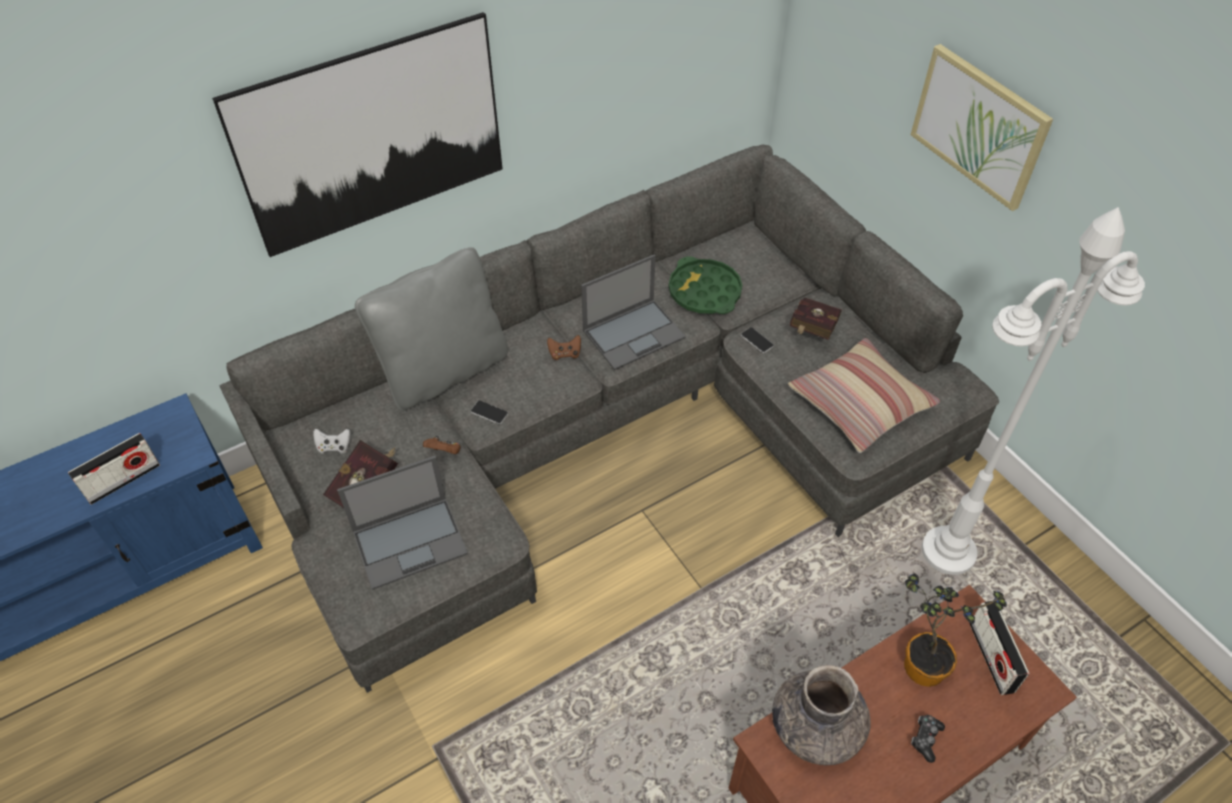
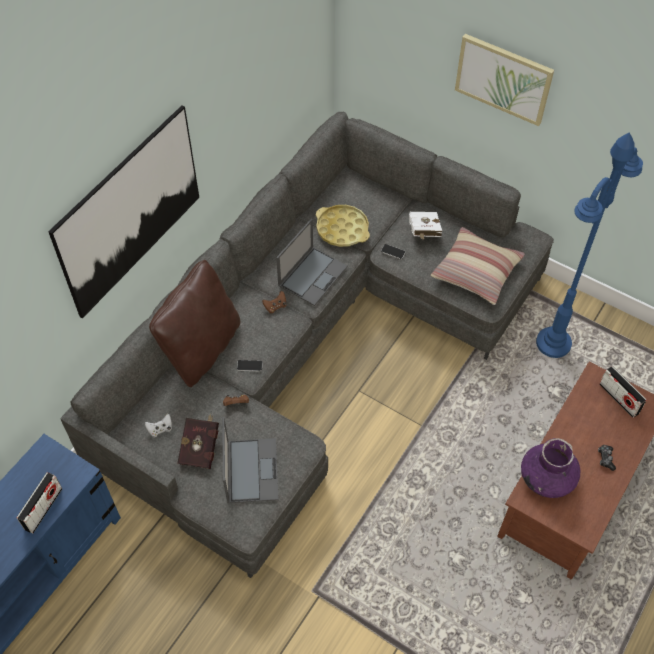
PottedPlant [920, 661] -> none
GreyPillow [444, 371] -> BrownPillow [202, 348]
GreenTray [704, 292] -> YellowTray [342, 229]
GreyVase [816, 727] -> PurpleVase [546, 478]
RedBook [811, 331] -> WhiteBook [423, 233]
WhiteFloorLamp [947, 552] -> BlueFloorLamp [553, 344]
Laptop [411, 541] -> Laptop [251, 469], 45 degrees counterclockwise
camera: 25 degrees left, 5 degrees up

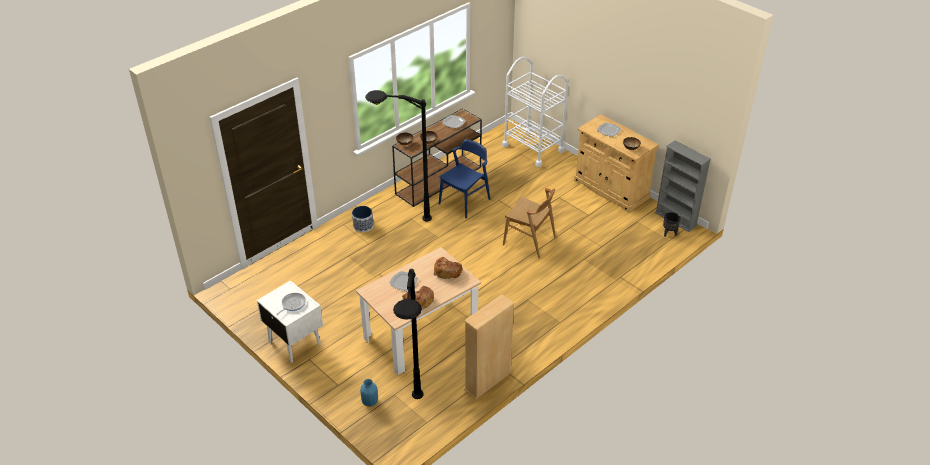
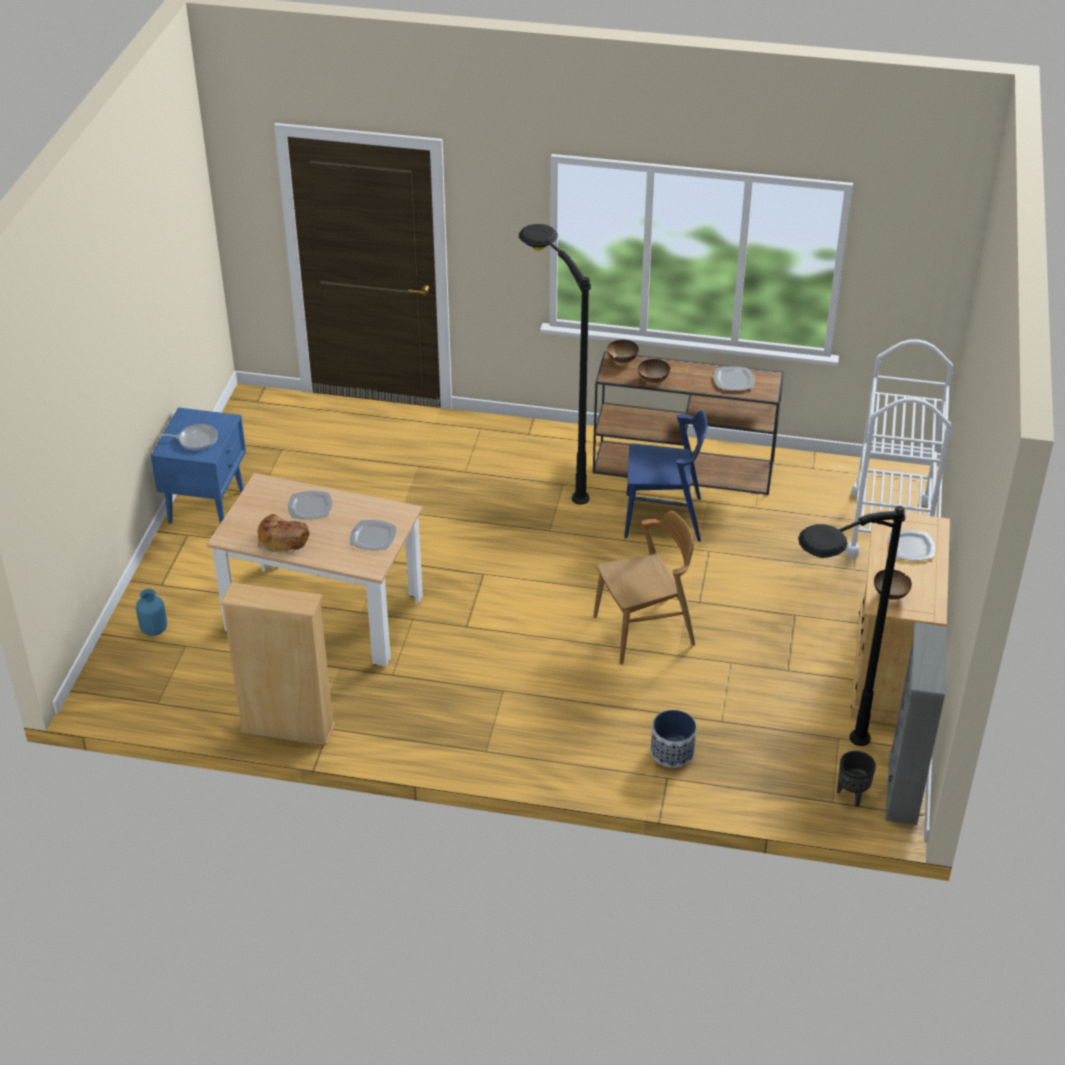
Planter [363, 226] -> Planter [672, 752], shifted
BlackFloorLamp [415, 424] -> BlackFloorLamp [810, 766], shifted
Bread [447, 271] -> Plate [372, 537]
WhiteNightstand [294, 342] -> BlueNightstand [207, 506]
BrownChair [529, 241] -> BrownChair [644, 631], 105 degrees counterclockwise
camera: 55 degrees right, 0 degrees up

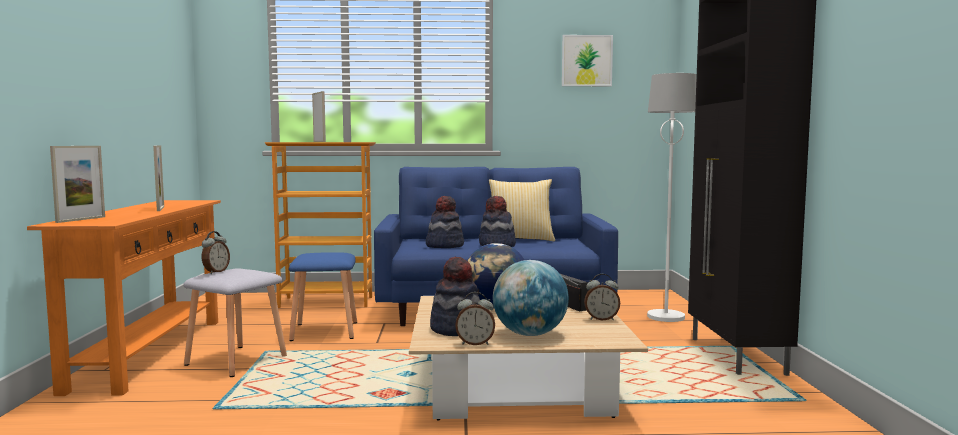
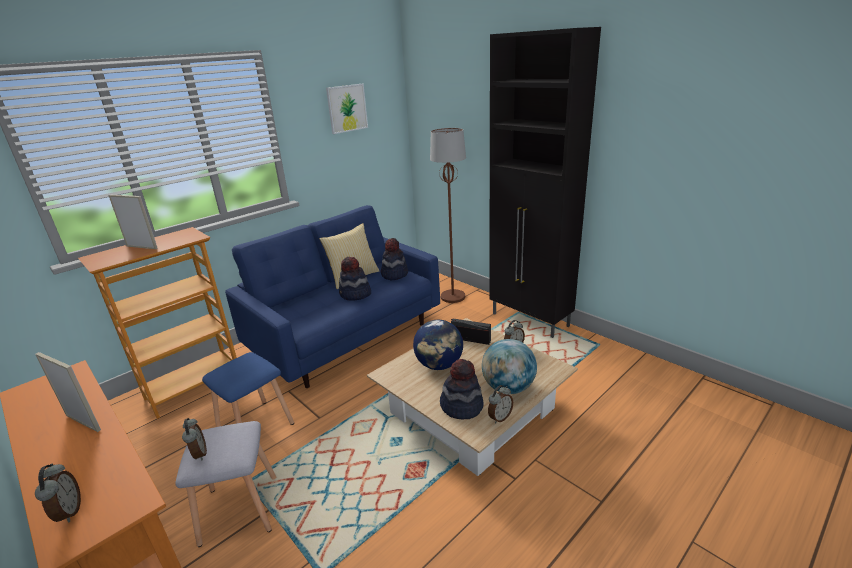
Hat [444, 245] -> Hat [394, 274], shifted
PictureFrame [81, 219] -> AlarmClock [68, 512]
WhiteFloorLamp [665, 317] -> BrownFloorLamp [452, 297]
camera: 40 degrees left, 20 degrees up

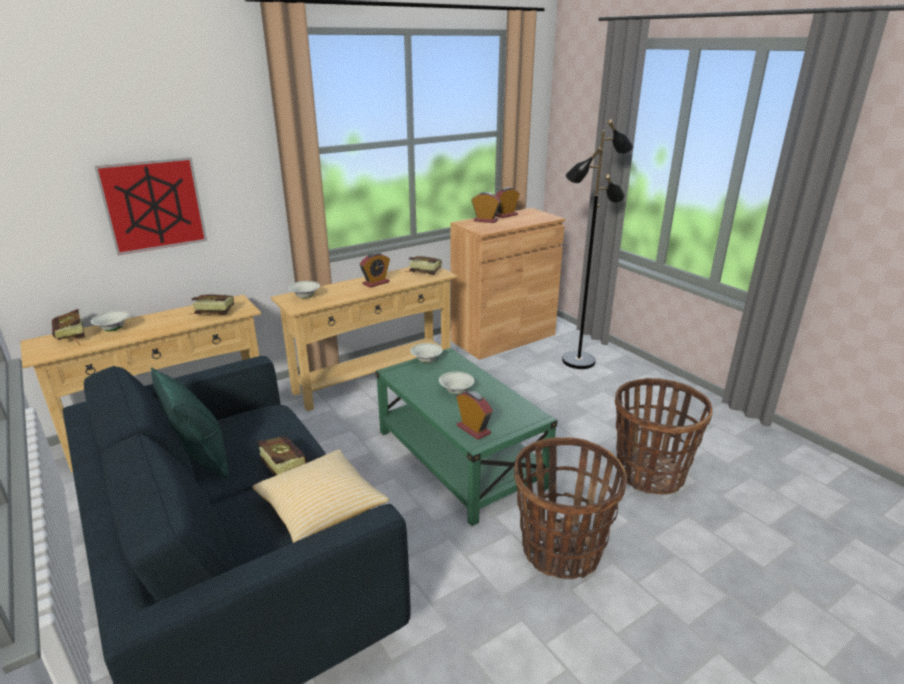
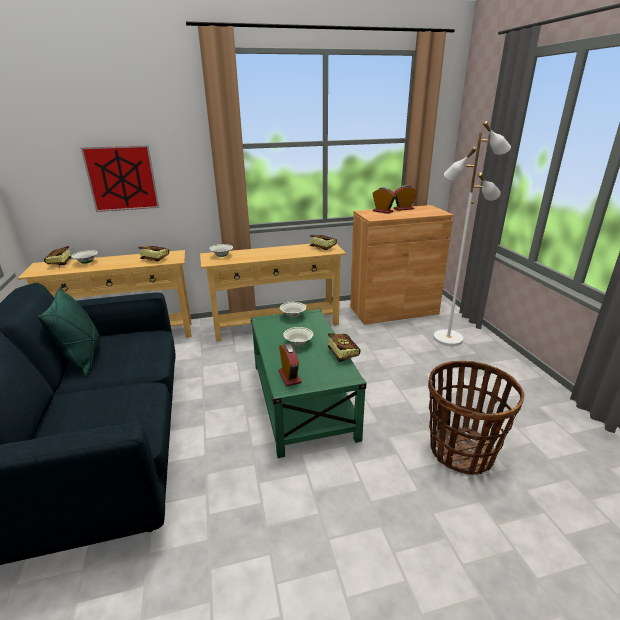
Pillow [322, 509] -> none
AlarmClock [376, 283] -> none
Basket [560, 550] -> none
Book [281, 464] -> Book [341, 353], shifted
BlackFloorLamp [578, 360] -> WhiteFloorLamp [448, 338]
camera: 20 degrees right, 0 degrees up

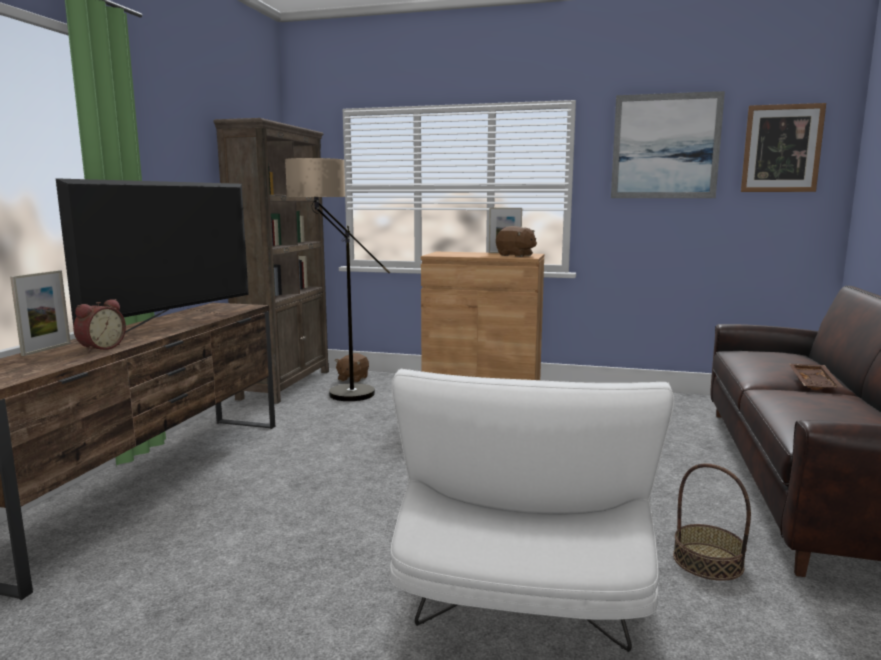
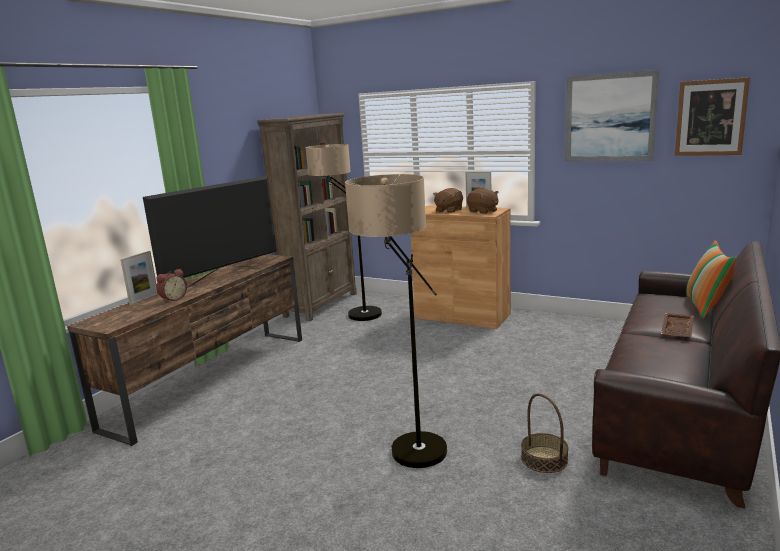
none -> Pillow [706, 307]
BrownPlushToy [352, 379] -> BrownPlushToy [448, 211], shifted
WhiteArmchair [524, 586] -> FloorLamp [410, 464]
camera: 15 degrees right, 5 degrees up

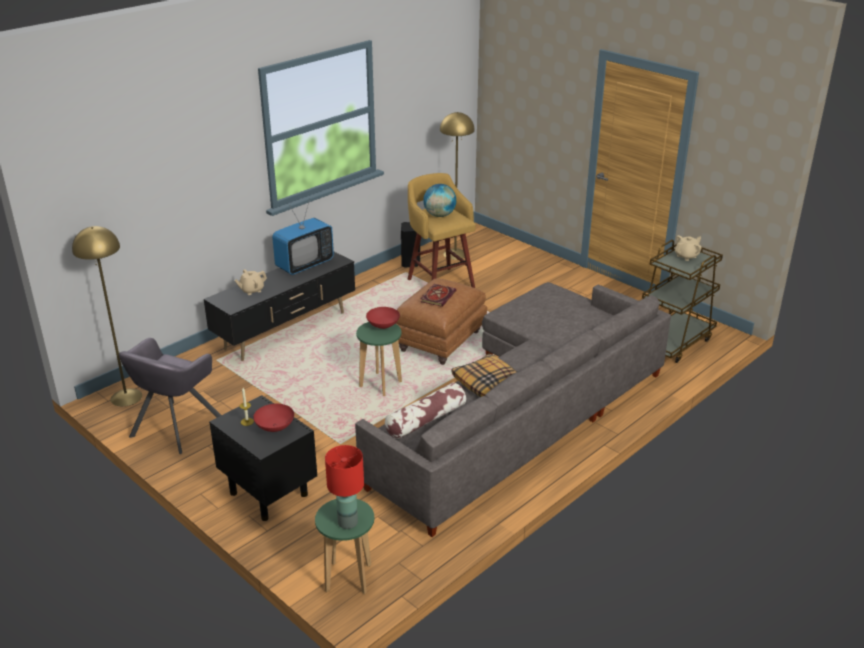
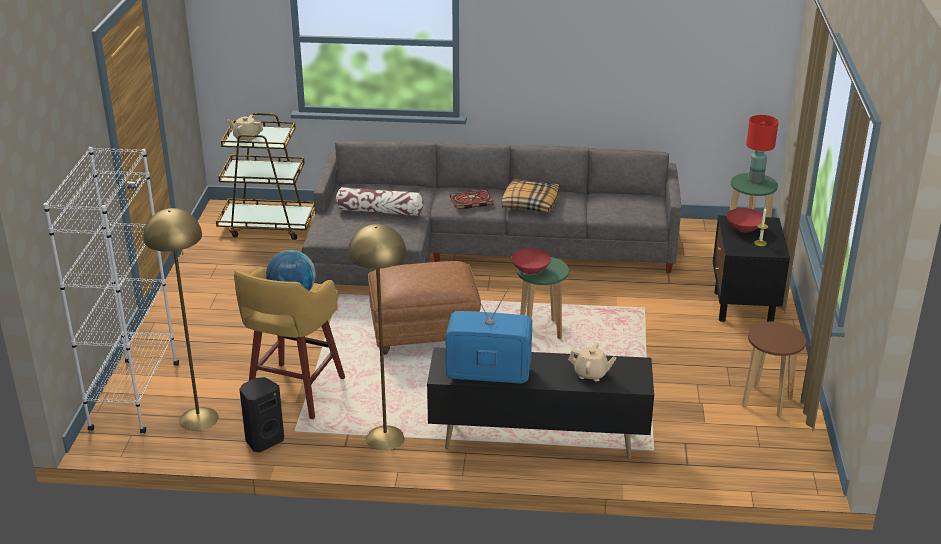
none -> WhiteBookcase [134, 397]
YellowFloorLamp [126, 397] -> YellowFloorLamp [385, 437], shifted
Pillow [426, 420] -> Pillow [380, 211], shifted
Book [437, 296] -> Book [470, 201], shifted
GreyArmchair [175, 426] -> BrownStool [767, 402]
camera: 130 degrees left, 0 degrees up

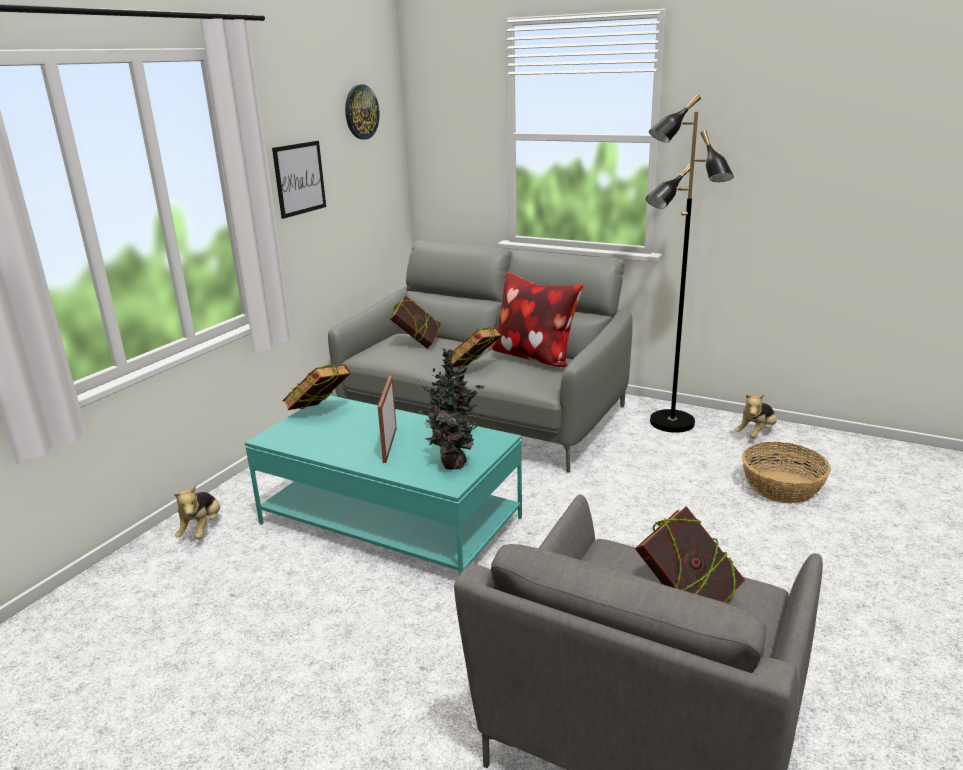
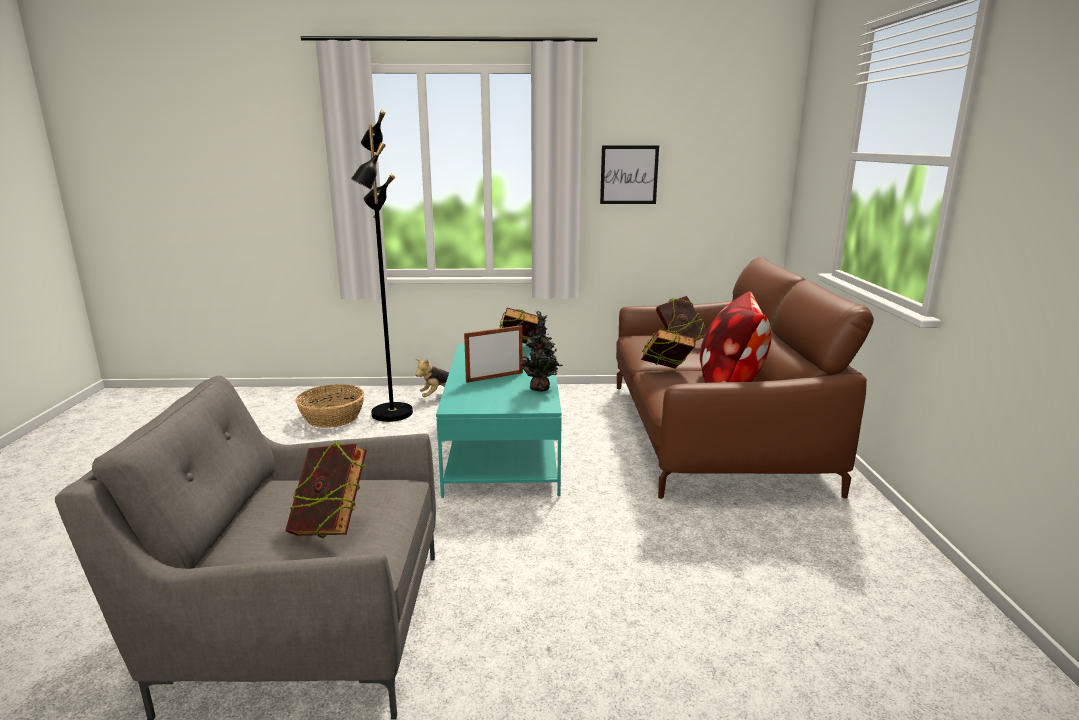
WallClock [361, 112] -> none
PottedPlant [451, 464] -> none
PlushToy [756, 433] -> none
BlackFloorLamp [671, 423] -> BlackFloorLamp [390, 413], shifted
Basket [781, 487] -> Basket [332, 418], shifted
GreySofa [483, 414] -> BrownSofa [711, 434]
camera: 60 degrees right, 5 degrees down

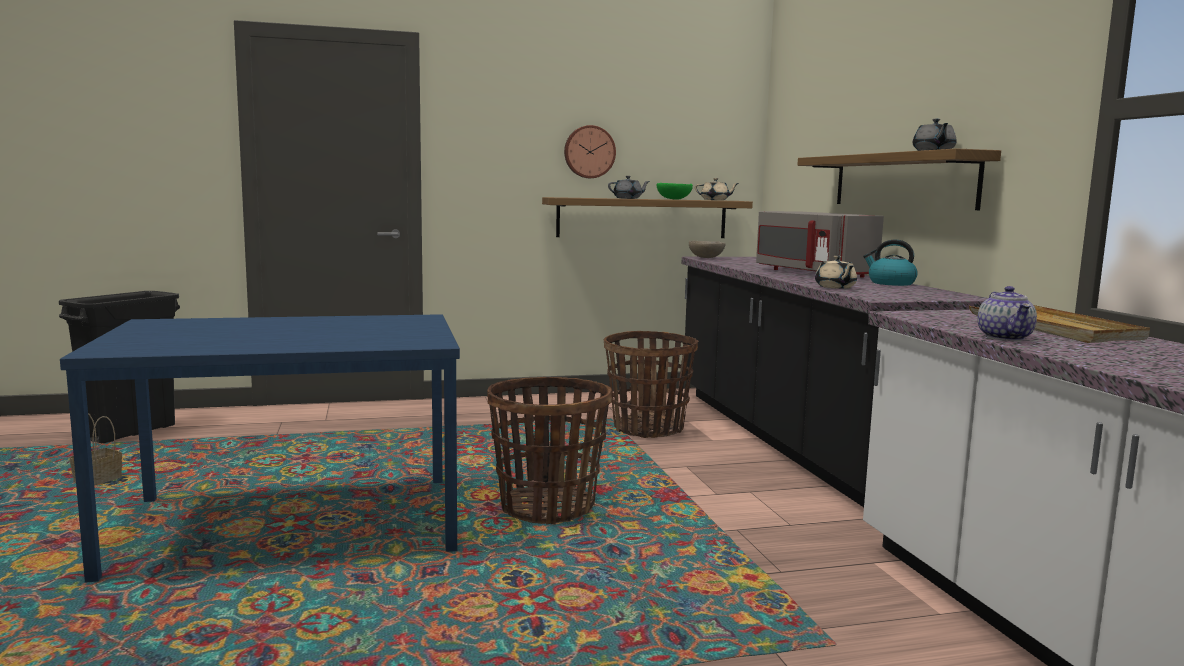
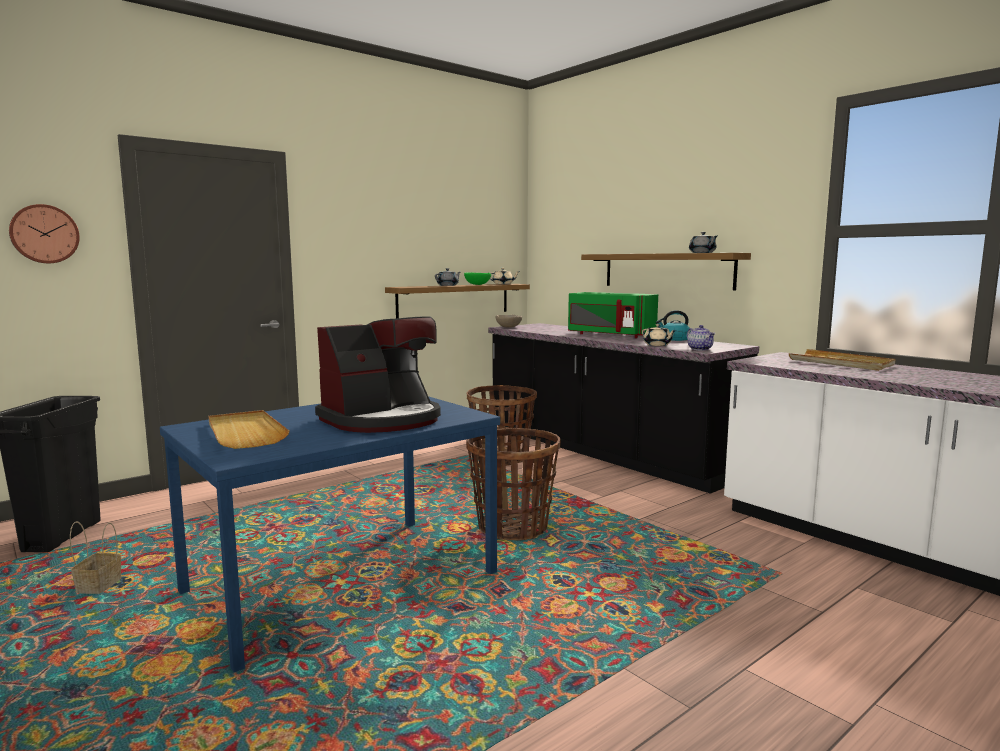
none -> BeigeTray [245, 433]
none -> CoffeeMachine [383, 420]
WallClock [589, 152] -> WallClock [44, 234], shifted
Teapot [1005, 337] -> Teapot [700, 349], shifted
GreyMicrowave [811, 273] -> GreenMicrowave [609, 335]
camera: 25 degrees left, 0 degrees up

